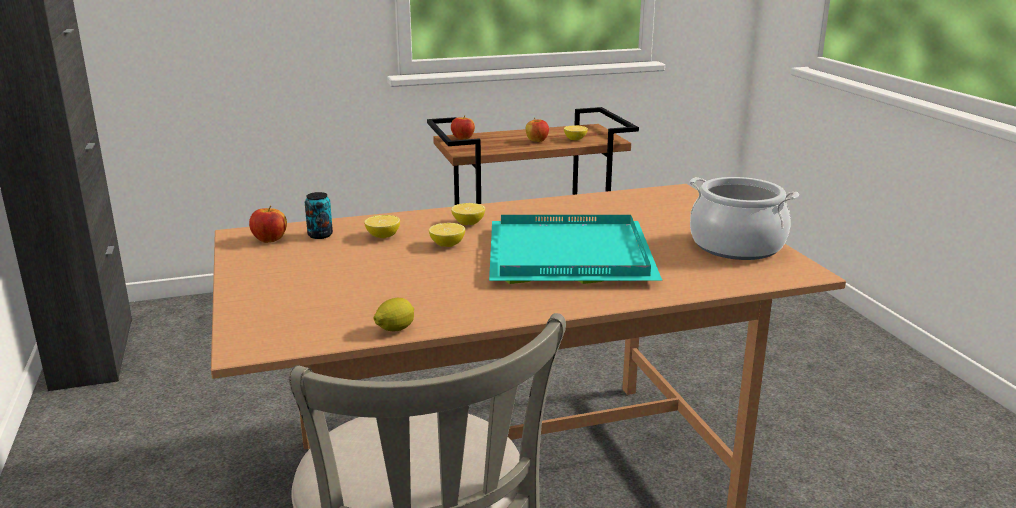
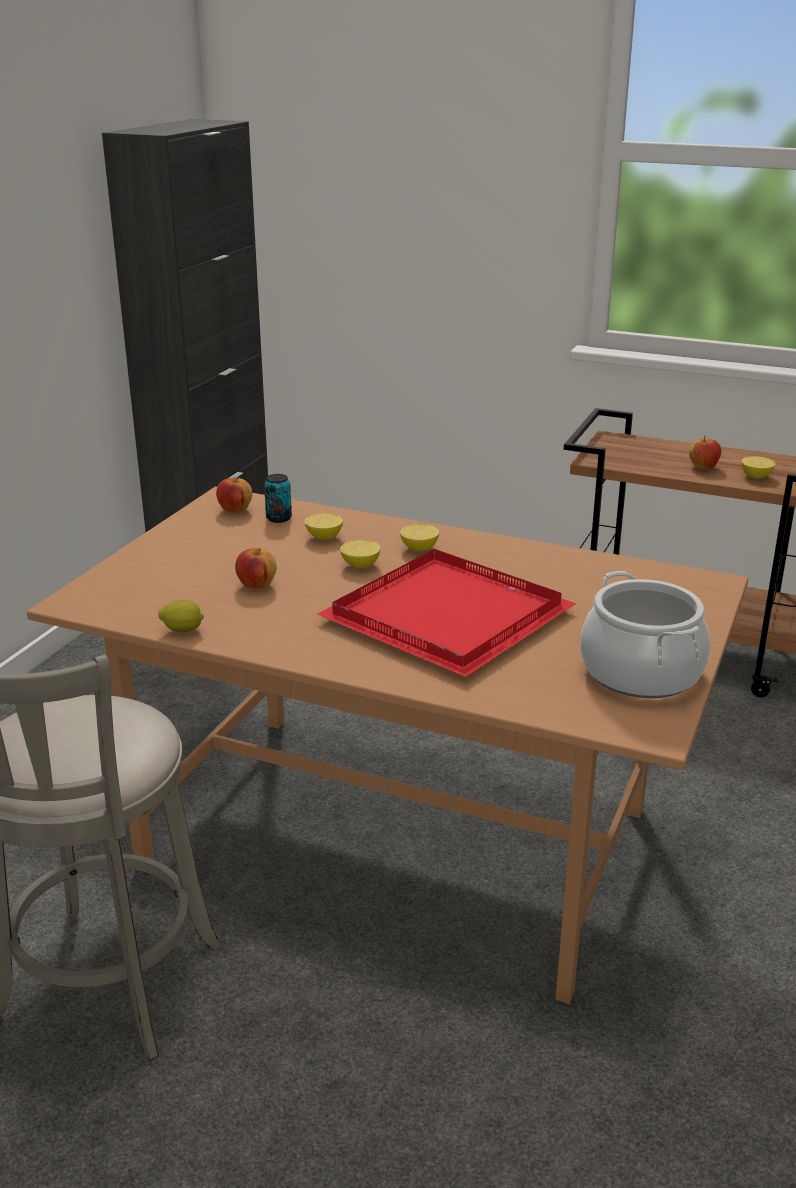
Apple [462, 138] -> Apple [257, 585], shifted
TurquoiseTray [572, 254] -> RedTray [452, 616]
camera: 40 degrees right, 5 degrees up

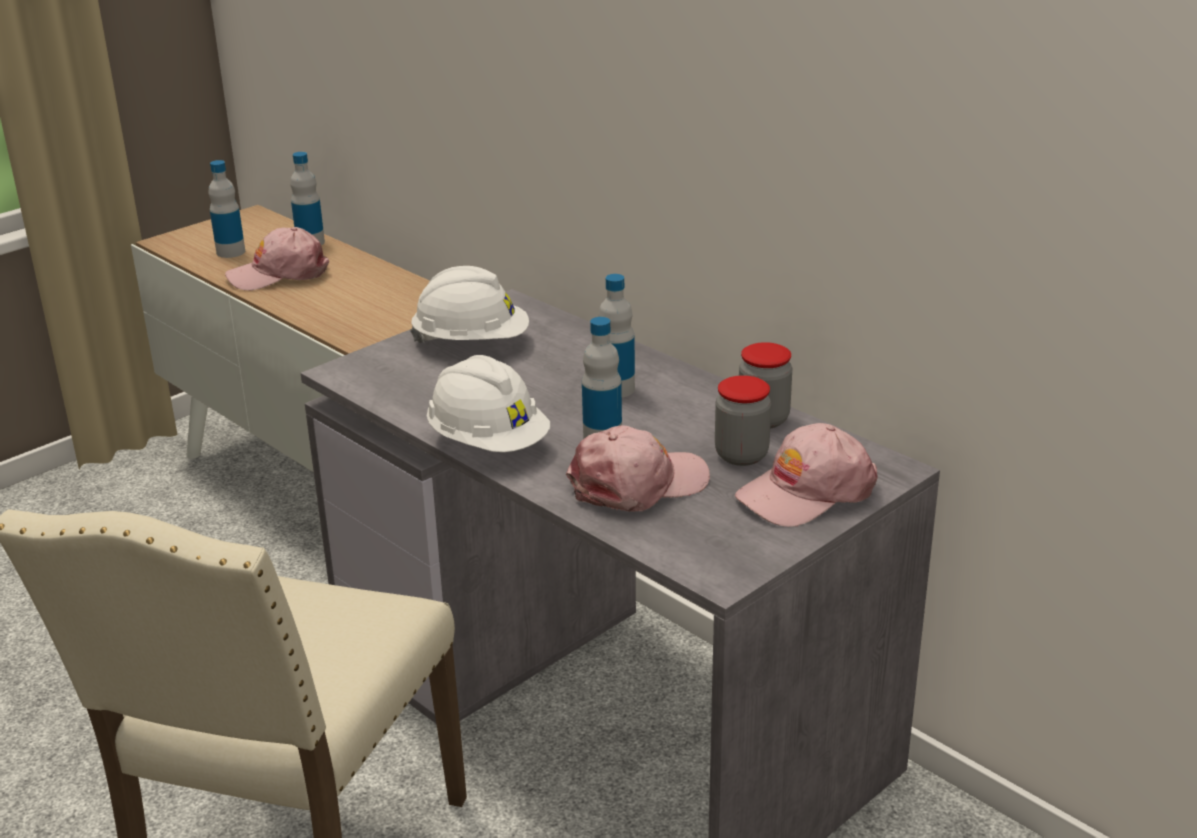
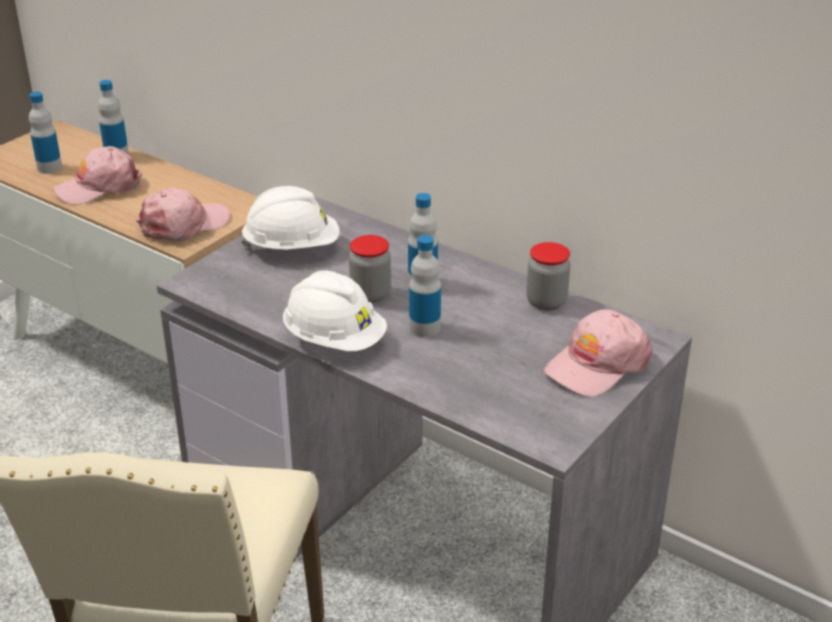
PinkCap [638, 484] -> PinkCap [184, 224], shifted
Jar [741, 455] -> Jar [370, 294], shifted
camera: 10 degrees left, 5 degrees up

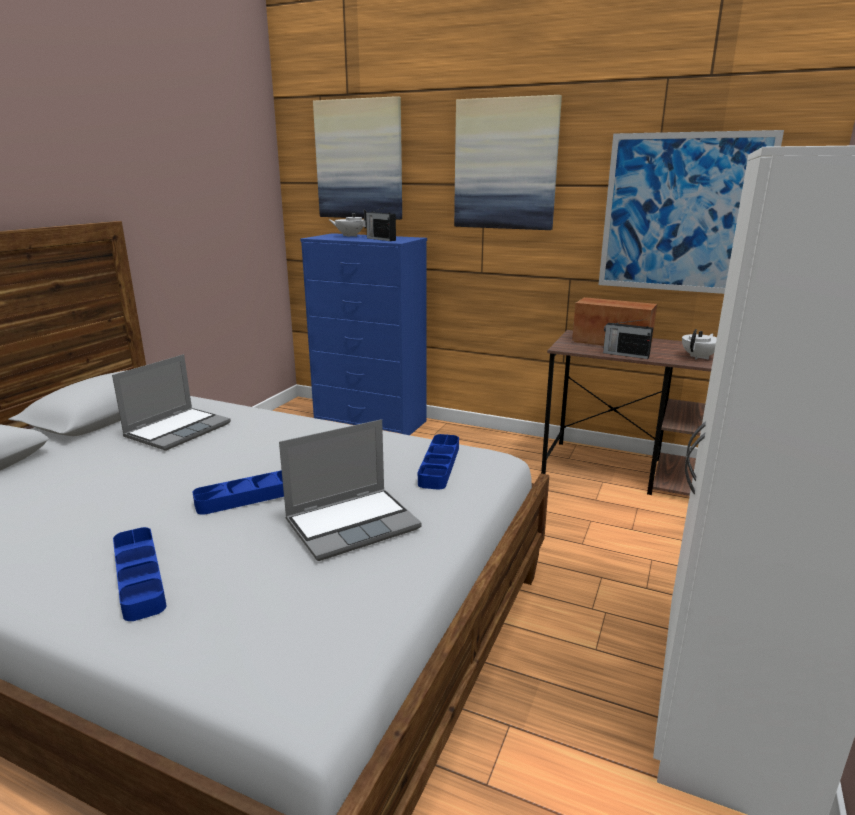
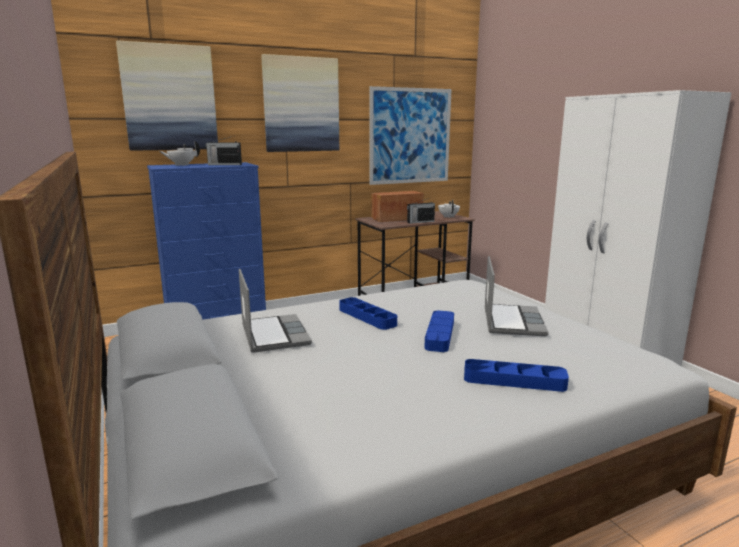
BlueTray [439, 465] -> BlueTray [367, 317], shifted
camera: 50 degrees left, 5 degrees down

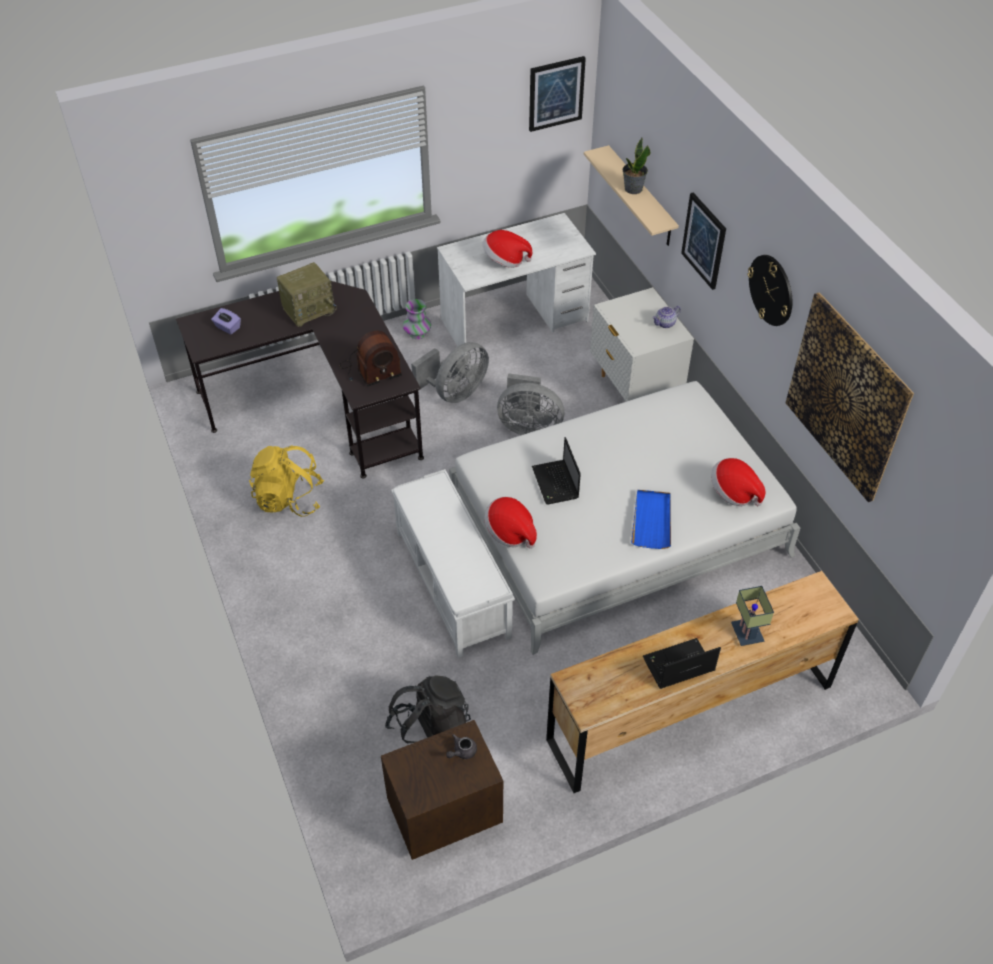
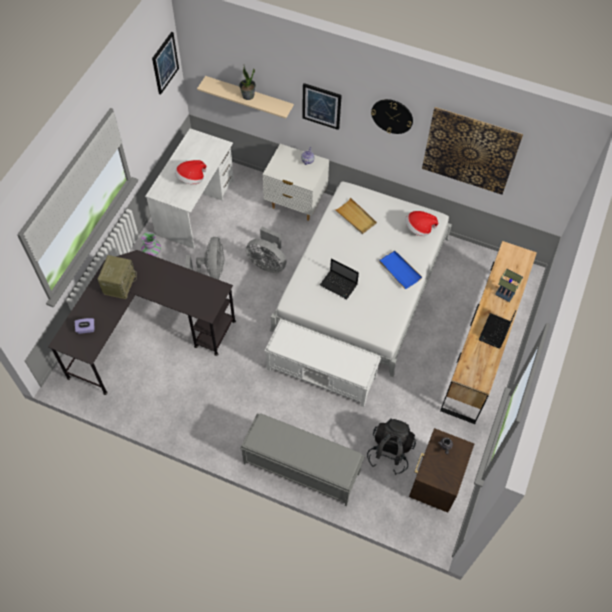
YellowBackpack [289, 499] -> none
Radio [370, 369] -> none
Hat [510, 532] -> none
none -> GreyBench [300, 467]
none -> BeigeTray [355, 217]
GreyFan [528, 427] -> GreyFan [267, 263], 60 degrees clockwise
camera: 45 degrees left, 10 degrees up

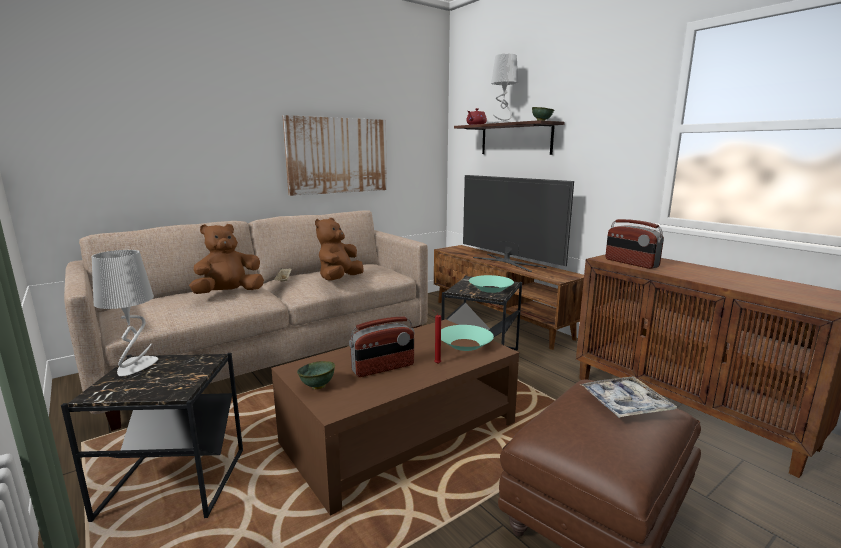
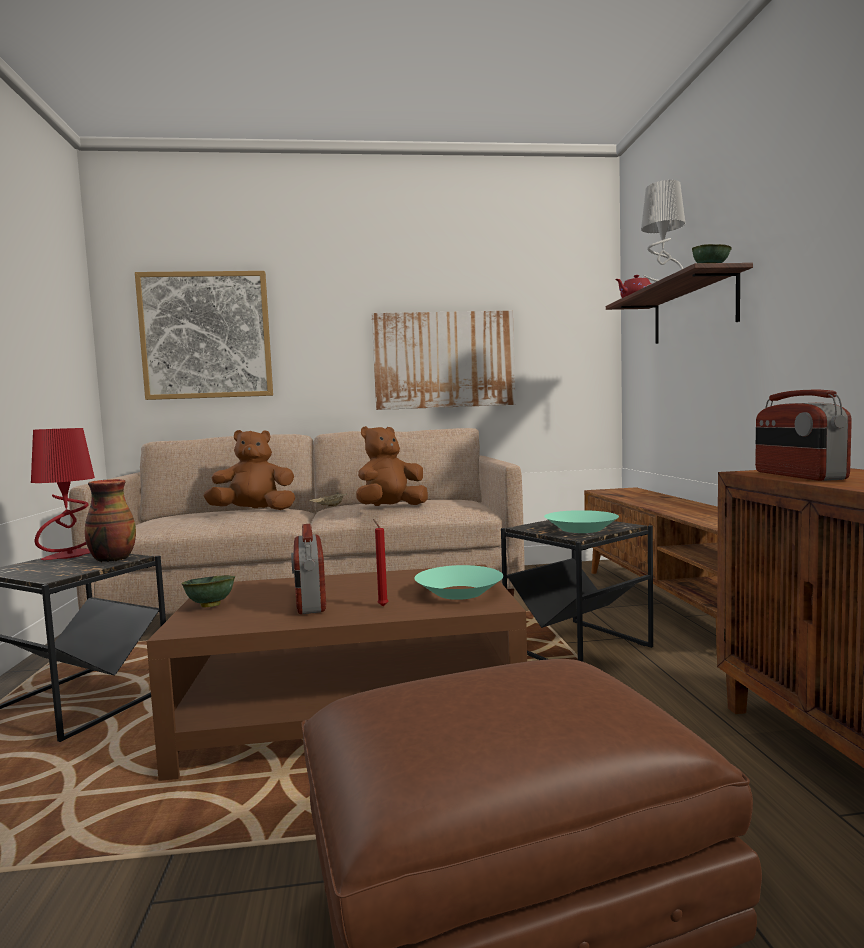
Television [508, 262] -> none
Tray [625, 404] -> none
none -> Vase [112, 559]
none -> Picture [206, 335]
GreyTableLamp [136, 367] -> RedTableLamp [69, 556]
Radio [383, 368] -> Radio [310, 601], 75 degrees clockwise
camera: 30 degrees right, 10 degrees down

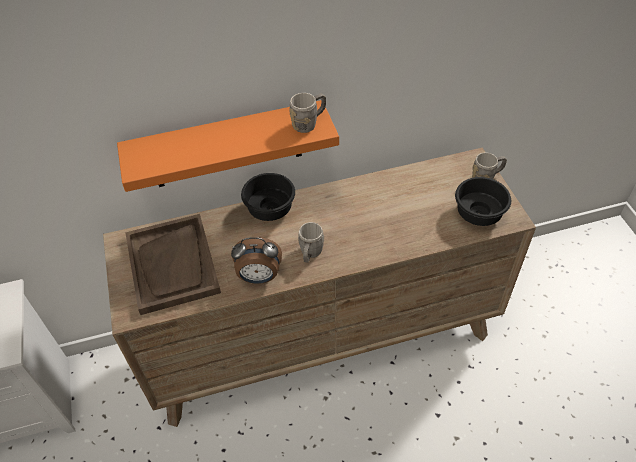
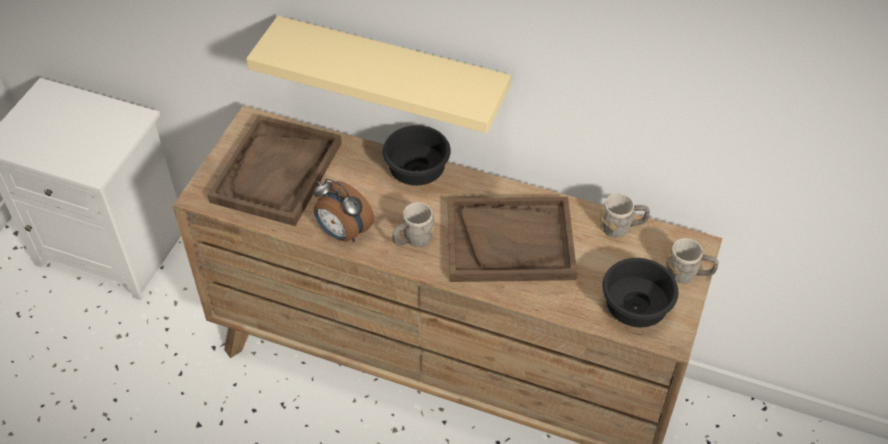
none -> BrownTray [510, 241]
GreyMug [309, 123] -> GreyMug [621, 228], shifted
OrangeShelf [227, 146] -> BeigeShelf [392, 75]
camera: 35 degrees right, 0 degrees up

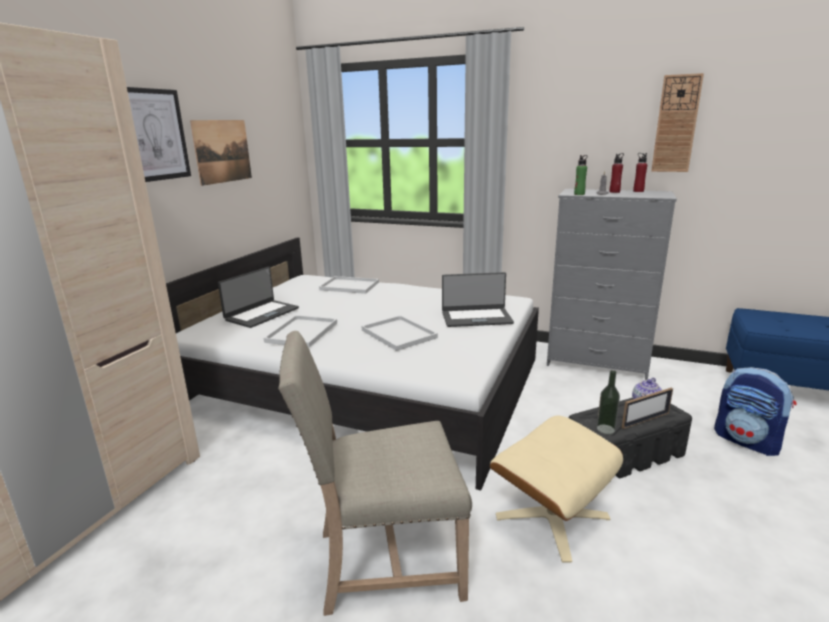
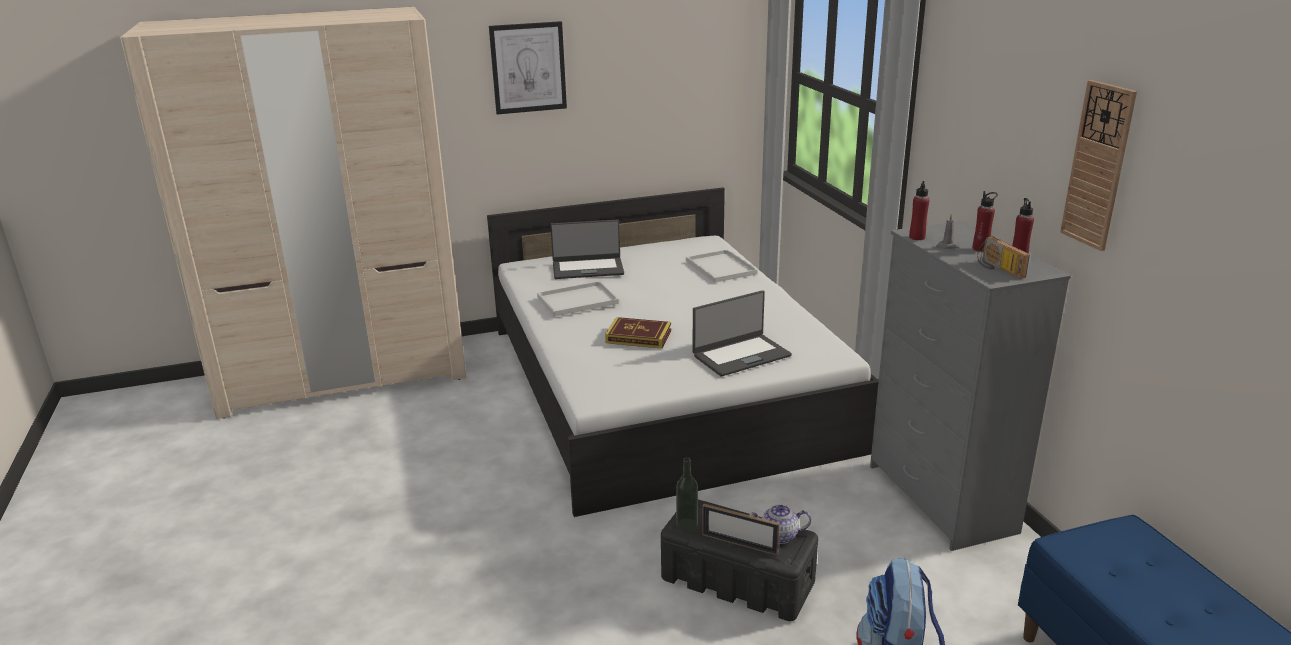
Picture [222, 151] -> none
BeigeChair [383, 561] -> none
BeigeOttoman [551, 516] -> none
none -> Radio [998, 269]
WhiteTray [397, 334] -> Book [638, 336]
GreenBottle [579, 194] -> RedBottle [917, 237]
Laptop [476, 317] -> Laptop [741, 355], 75 degrees counterclockwise
camera: 50 degrees right, 5 degrees up

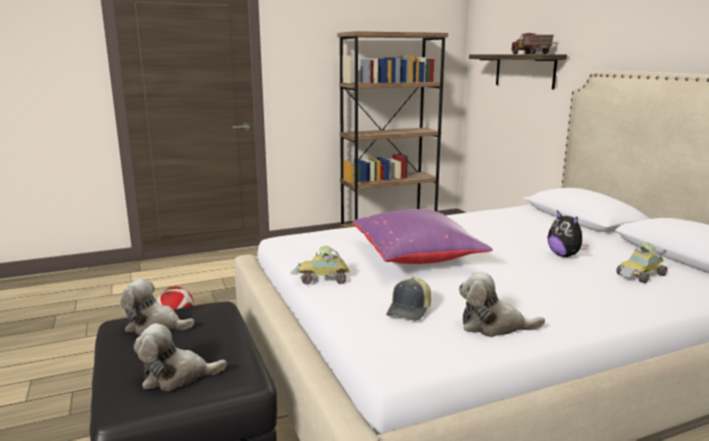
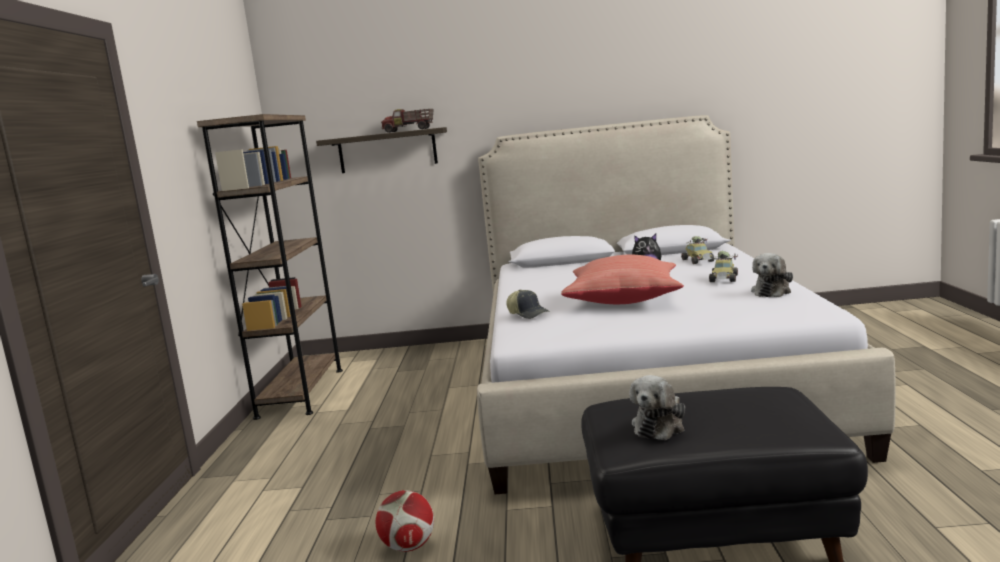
PlushToy [176, 376] -> none
ToyCar [322, 278] -> ToyCar [724, 279], shifted
Cap [410, 310] -> Cap [528, 314], shifted
PurplePillow [417, 258] -> RedPillow [624, 300]
camera: 65 degrees left, 5 degrees down

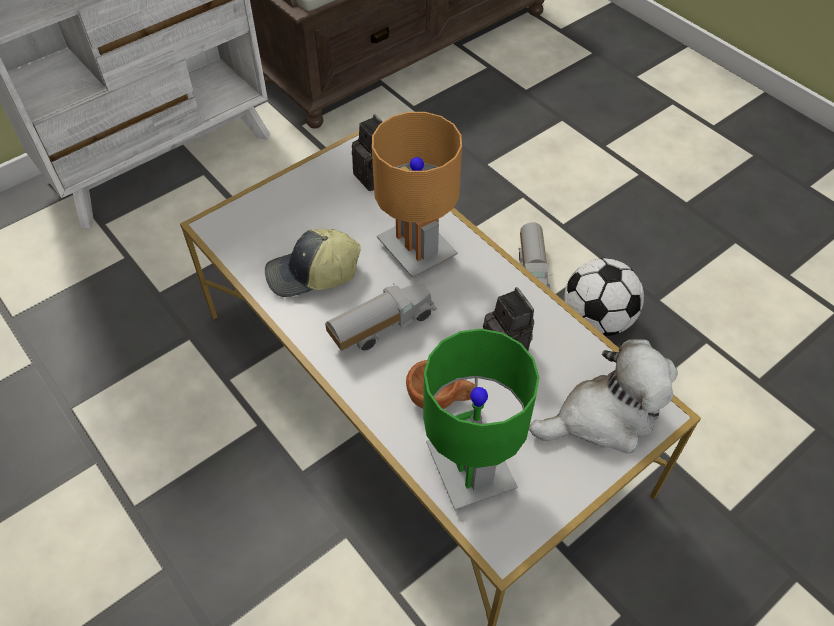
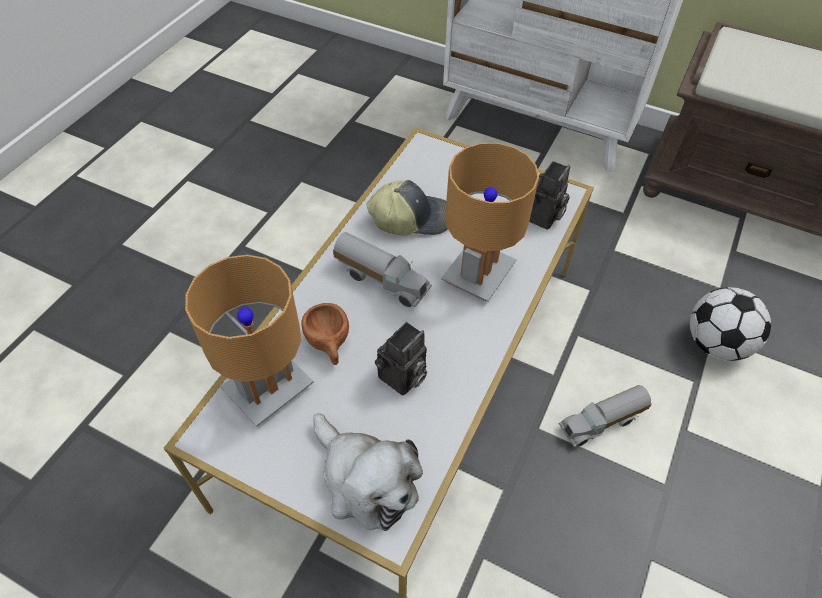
Football [596, 320] -> Football [715, 344], shifted
GreenTableLamp [469, 469] -> BrownTableLamp [268, 388]
Cap [313, 274] -> Cap [411, 218], 120 degrees clockwise
camera: 65 degrees right, 0 degrees up

